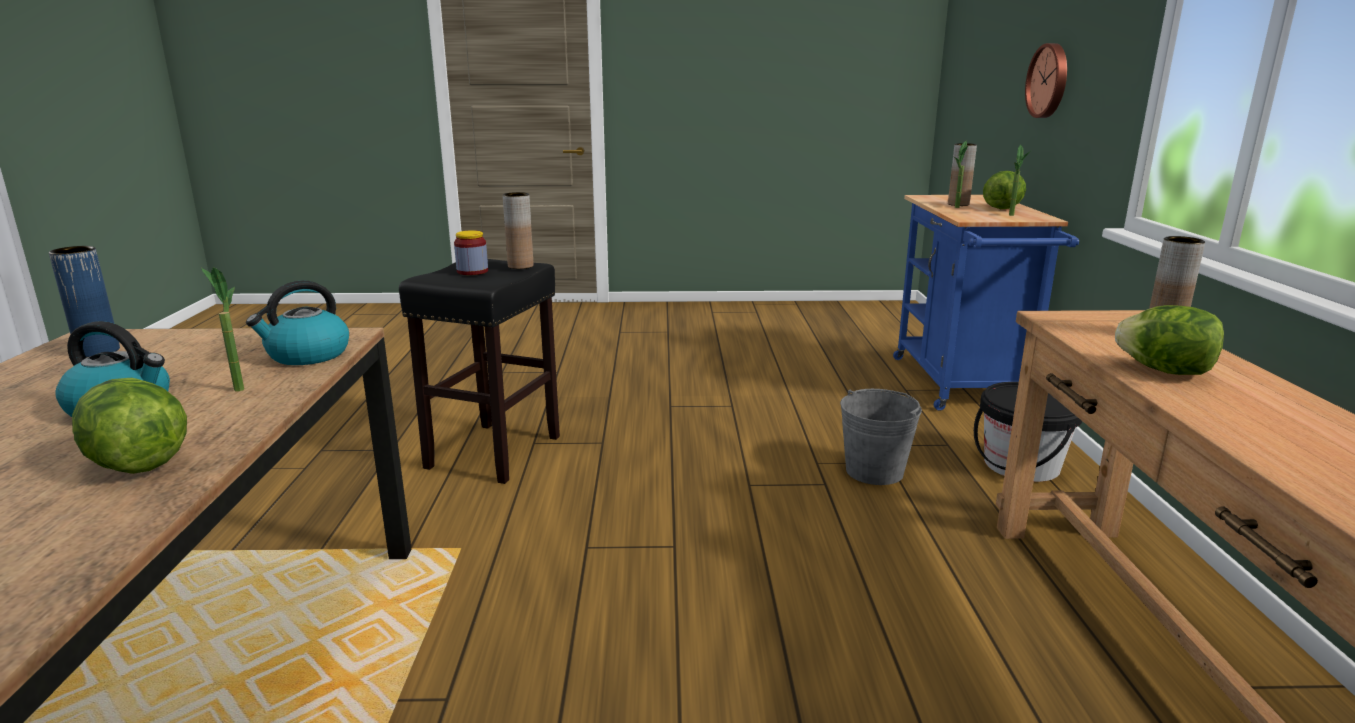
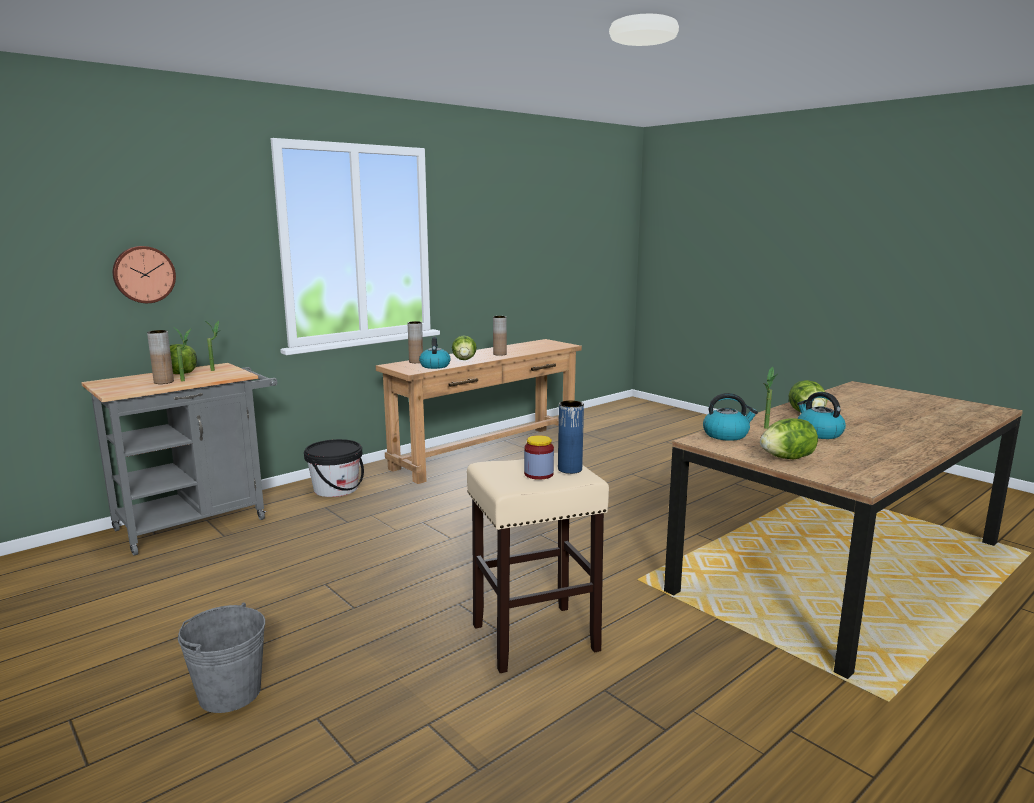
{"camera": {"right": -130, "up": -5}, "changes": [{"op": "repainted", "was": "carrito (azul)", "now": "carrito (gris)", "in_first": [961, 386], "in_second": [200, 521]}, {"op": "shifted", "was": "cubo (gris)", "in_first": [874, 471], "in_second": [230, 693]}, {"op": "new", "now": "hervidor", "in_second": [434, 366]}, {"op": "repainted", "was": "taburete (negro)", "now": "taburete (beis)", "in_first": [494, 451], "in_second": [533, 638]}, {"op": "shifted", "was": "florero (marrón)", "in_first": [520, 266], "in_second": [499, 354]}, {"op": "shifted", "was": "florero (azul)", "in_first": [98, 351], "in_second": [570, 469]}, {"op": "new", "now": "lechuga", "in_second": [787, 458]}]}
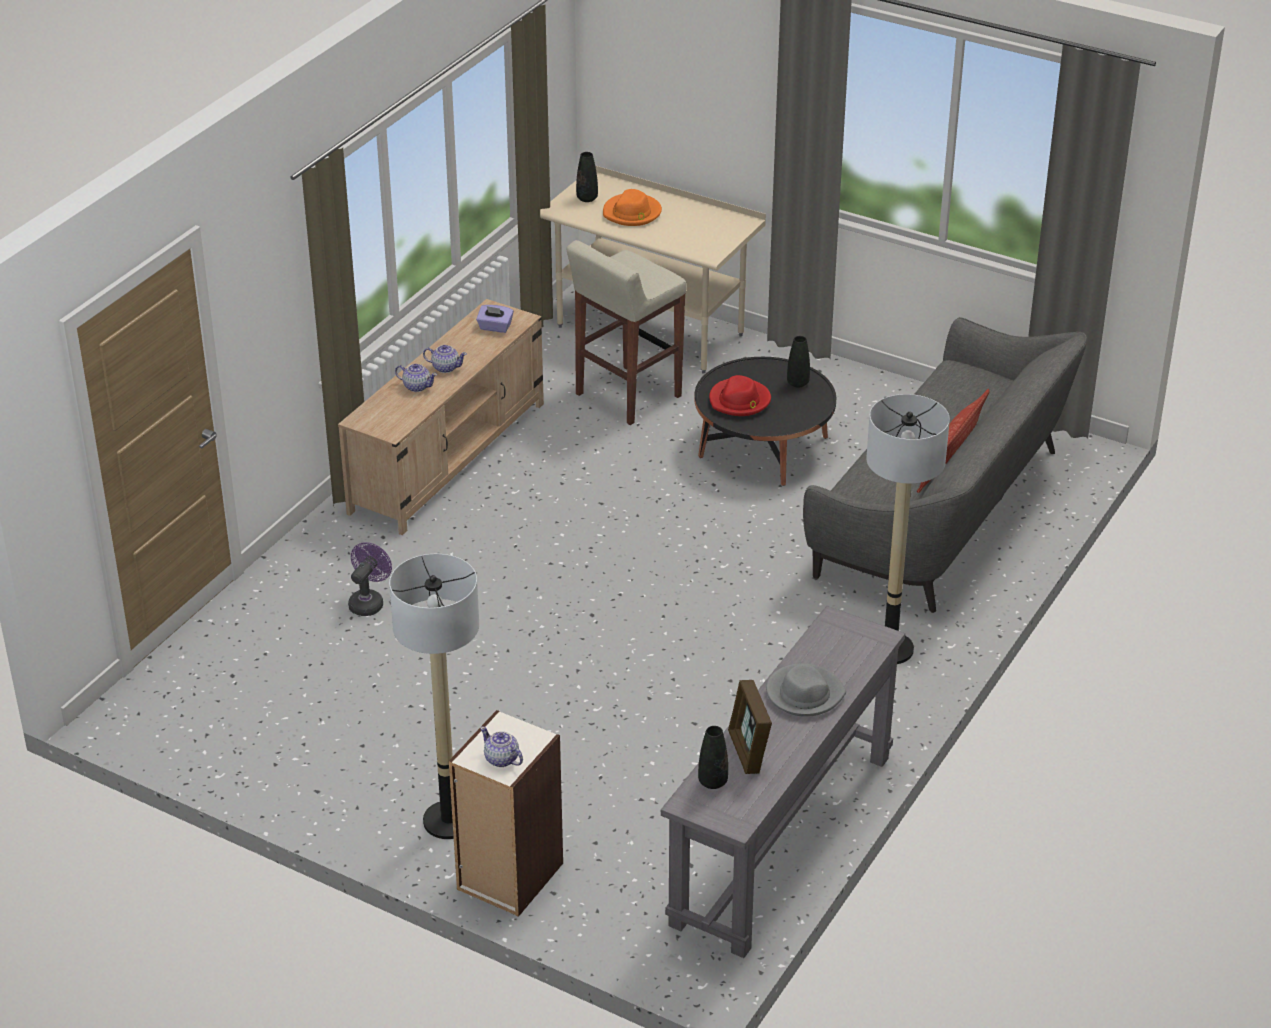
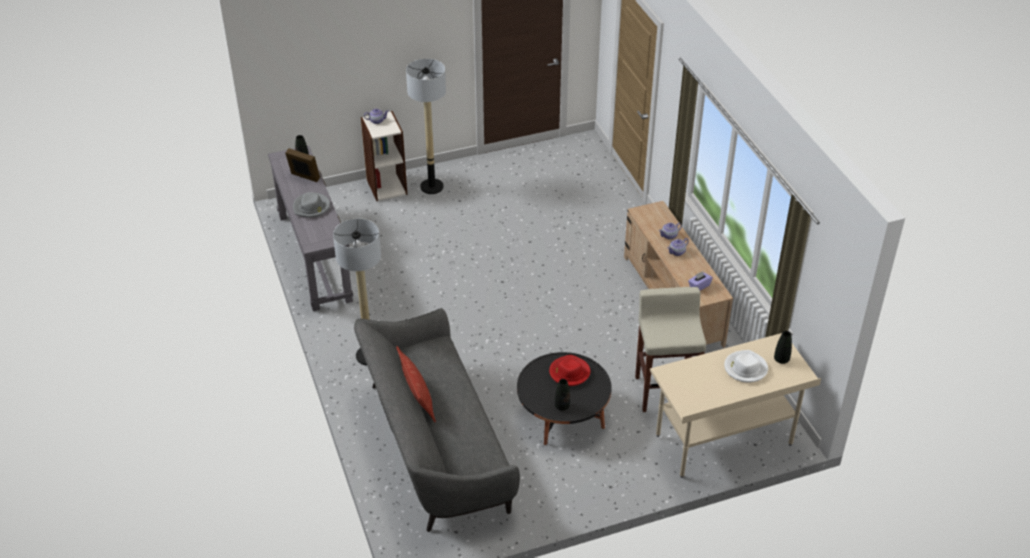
{"camera": {"right": 130, "up": 5}, "changes": [{"op": "repainted", "was": "sombrero (naranja)", "now": "sombrero (blanco)", "in_first": [632, 213], "in_second": [745, 368]}, {"op": "gone", "was": "ventilador (morado)", "in_first": [368, 602]}]}
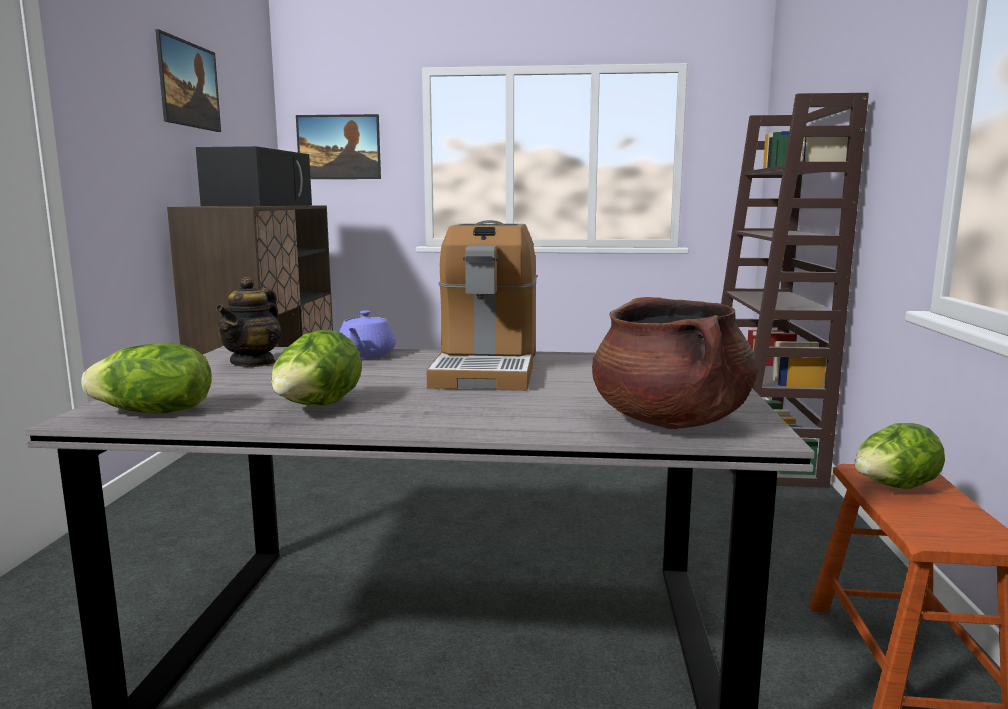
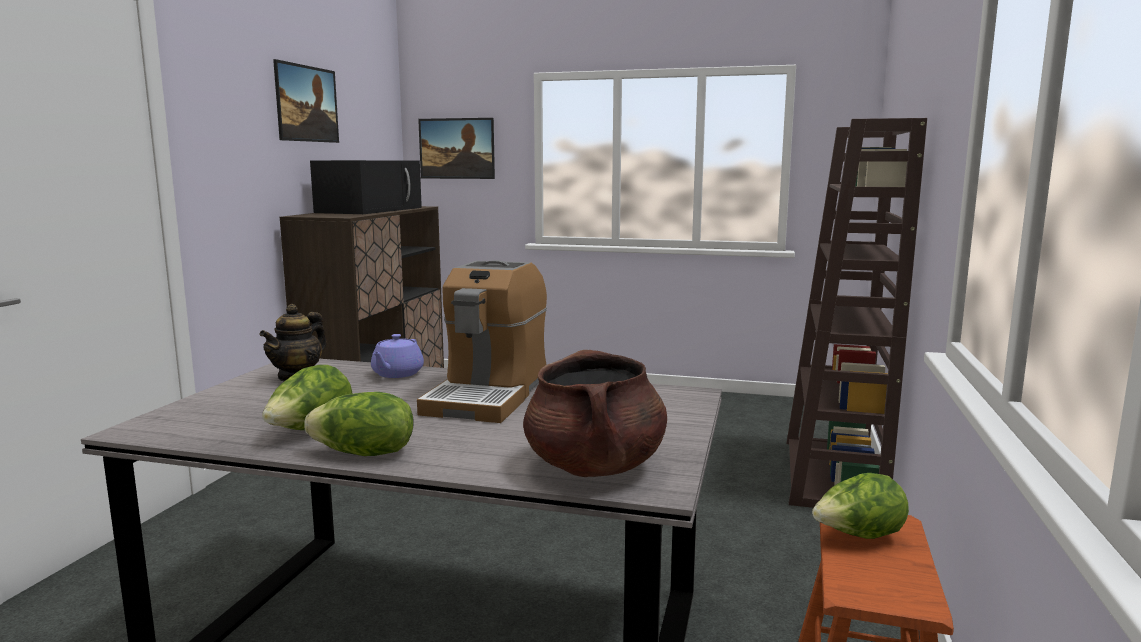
{"camera": {"right": 10, "up": 0}, "changes": [{"op": "shifted", "was": "lechuga", "in_first": [155, 412], "in_second": [364, 453]}]}
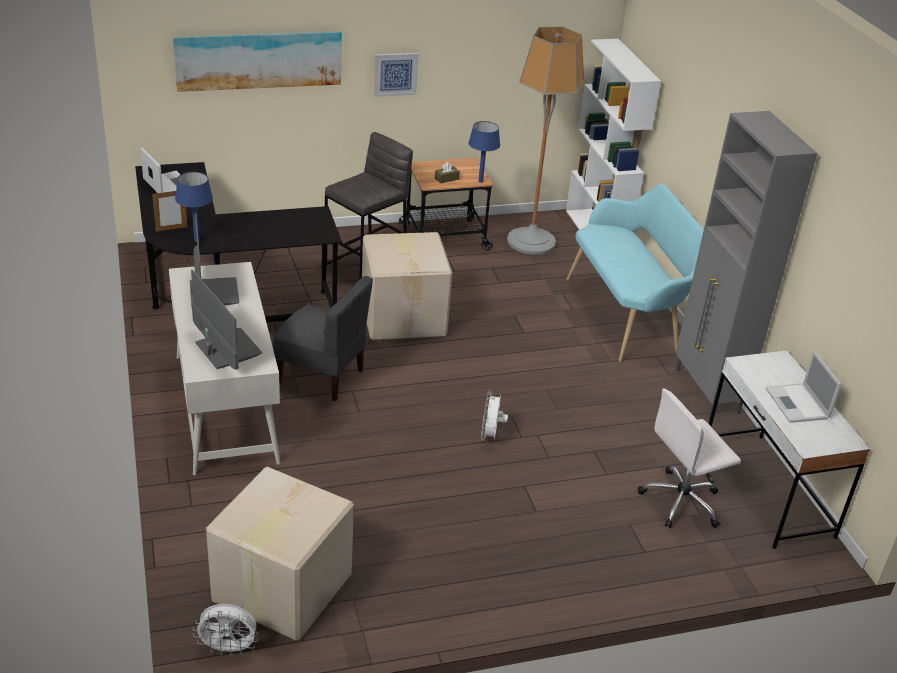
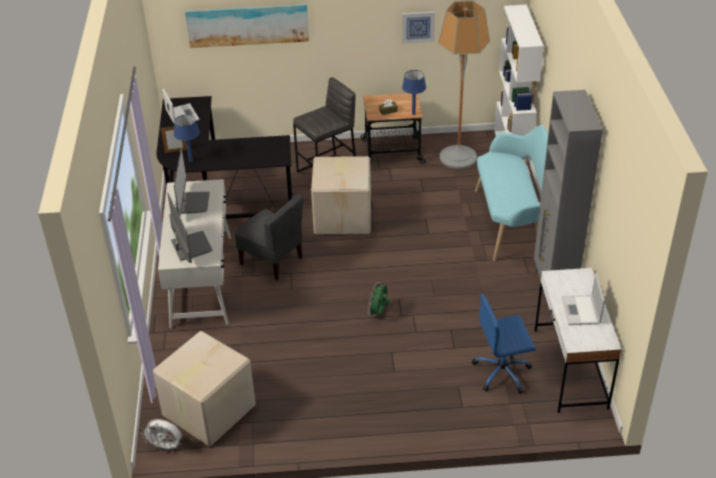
{"camera": {"right": 15, "up": 5}, "changes": [{"op": "repainted", "was": "ventilador (blanco)", "now": "ventilador (verde)", "in_first": [490, 436], "in_second": [379, 313]}, {"op": "shifted", "was": "cuadro", "in_first": [395, 74], "in_second": [418, 26]}, {"op": "repainted", "was": "silla de oficina (blanco)", "now": "silla de oficina (azul)", "in_first": [682, 501], "in_second": [503, 372]}]}
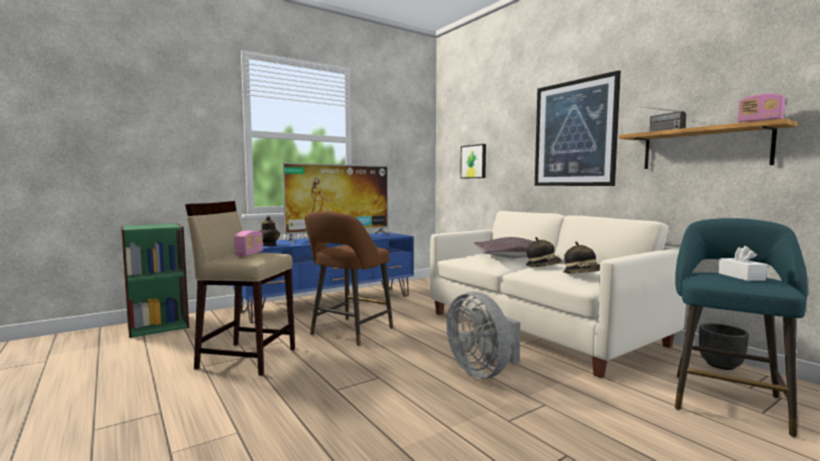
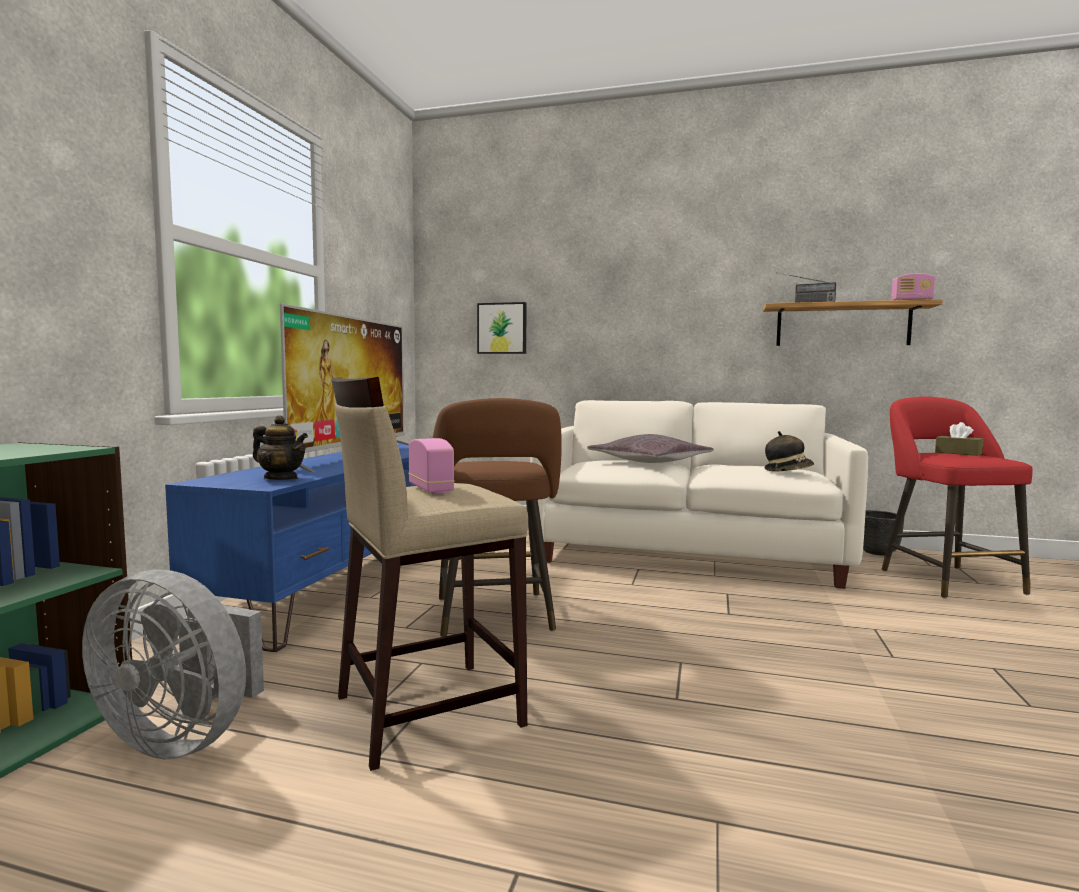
{"camera": {"right": -40, "up": 0}, "changes": [{"op": "shifted", "was": "ventilador (gris)", "in_first": [482, 371], "in_second": [183, 737]}, {"op": "repainted", "was": "taburete (turquesa)", "now": "taburete (rojo)", "in_first": [727, 400], "in_second": [945, 580]}, {"op": "repainted", "was": "caja de pañuelos (blanco)", "now": "caja de pañuelos (marrón)", "in_first": [741, 276], "in_second": [958, 453]}, {"op": "gone", "was": "sombrero", "in_first": [543, 266]}, {"op": "gone", "was": "cuadro", "in_first": [574, 133]}]}
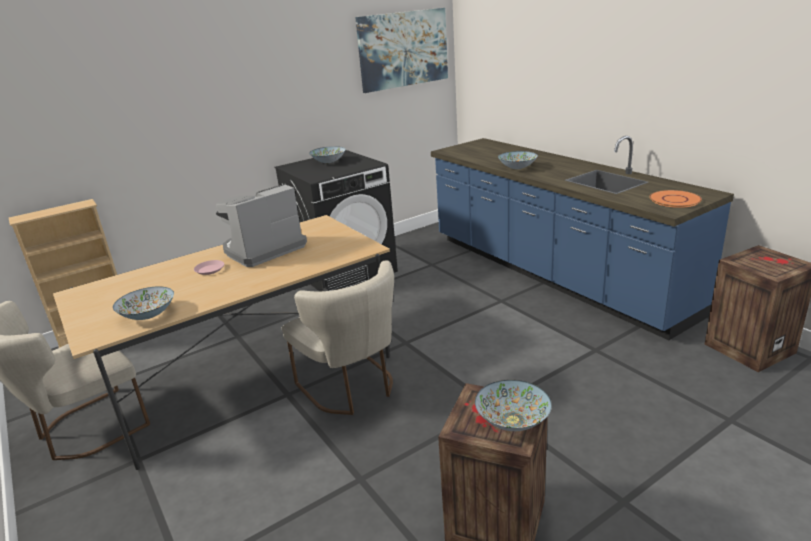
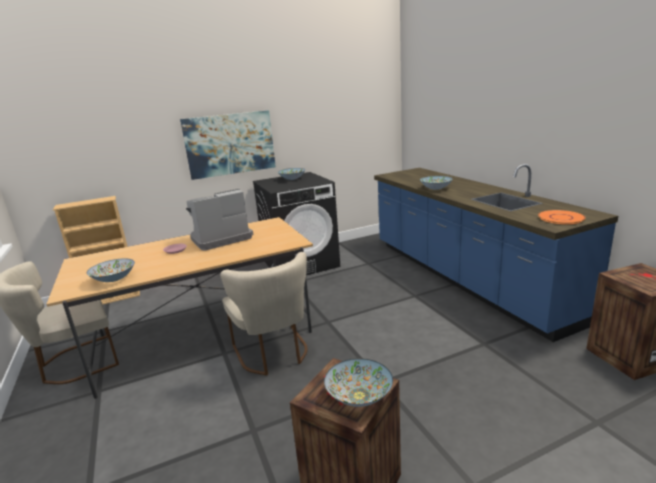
{"camera": {"right": 10, "up": -5}, "changes": [{"op": "shifted", "was": "cuadro", "in_first": [403, 49], "in_second": [230, 144]}]}
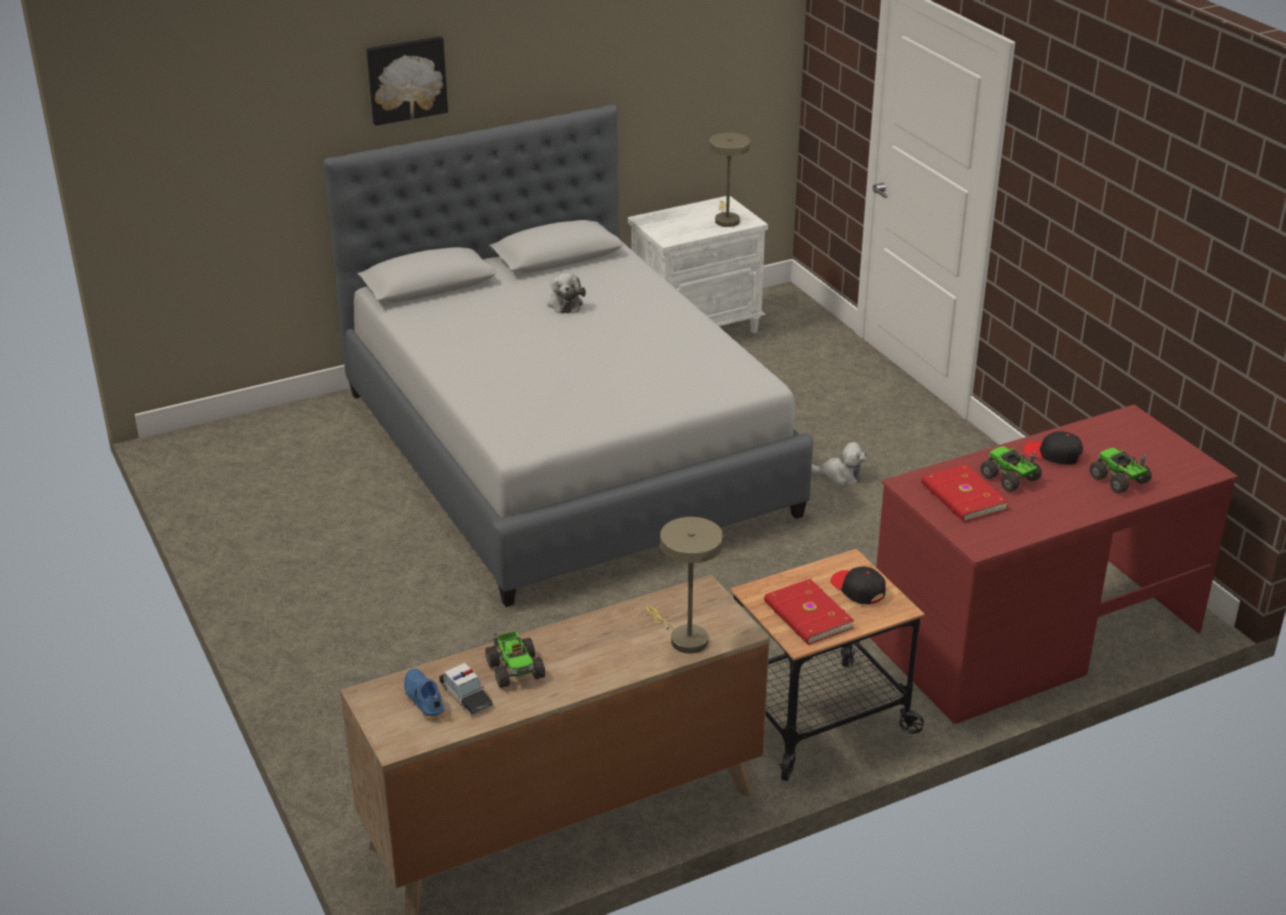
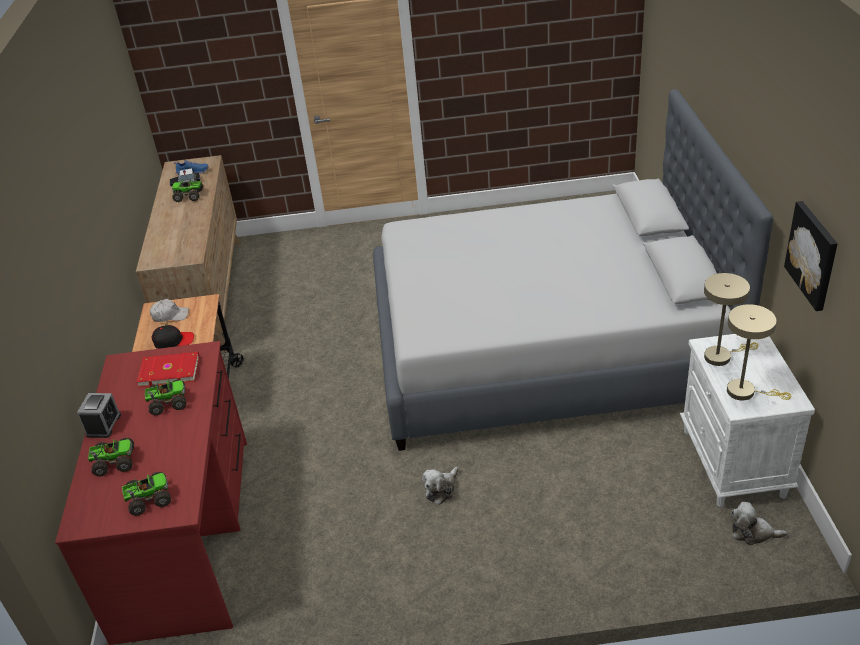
{"camera": {"right": 115, "up": 5}, "changes": [{"op": "new", "now": "despertador", "in_second": [103, 425]}, {"op": "new", "now": "camión de juguete", "in_second": [148, 499]}, {"op": "swapped", "was": "libro (rojo)", "now": "gorra (blanco)", "in_first": [807, 616], "in_second": [170, 315]}, {"op": "shifted", "was": "lámpara de mesa (beis)", "in_first": [684, 638], "in_second": [721, 356]}, {"op": "shifted", "was": "peluche", "in_first": [565, 303], "in_second": [753, 533]}, {"op": "shifted", "was": "cuadro", "in_first": [406, 79], "in_second": [813, 255]}, {"op": "gone", "was": "gorra (negro)", "in_first": [1053, 454]}]}
